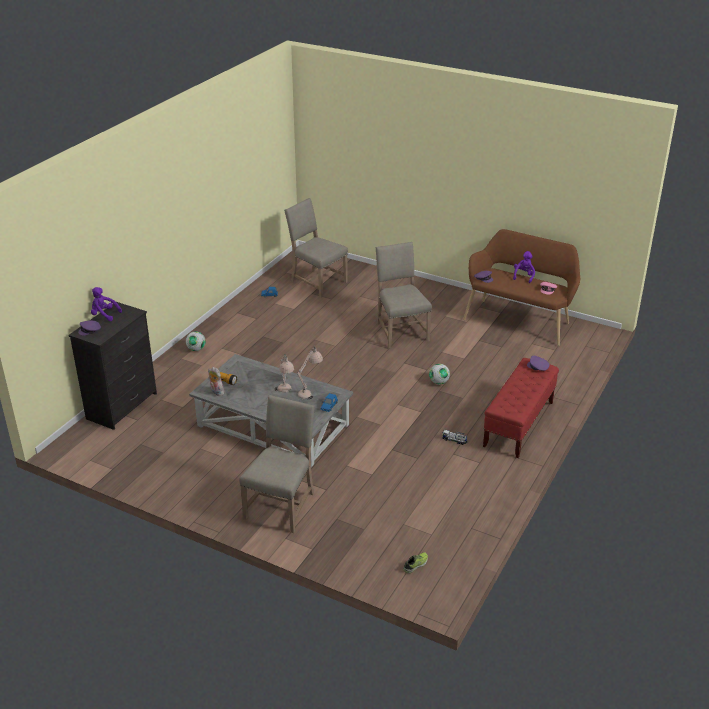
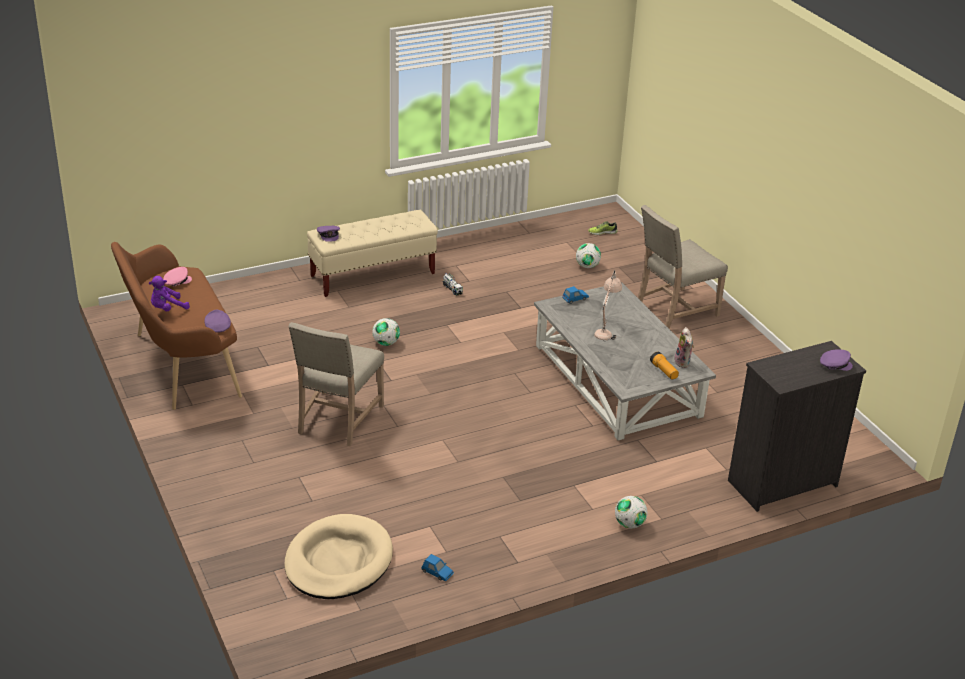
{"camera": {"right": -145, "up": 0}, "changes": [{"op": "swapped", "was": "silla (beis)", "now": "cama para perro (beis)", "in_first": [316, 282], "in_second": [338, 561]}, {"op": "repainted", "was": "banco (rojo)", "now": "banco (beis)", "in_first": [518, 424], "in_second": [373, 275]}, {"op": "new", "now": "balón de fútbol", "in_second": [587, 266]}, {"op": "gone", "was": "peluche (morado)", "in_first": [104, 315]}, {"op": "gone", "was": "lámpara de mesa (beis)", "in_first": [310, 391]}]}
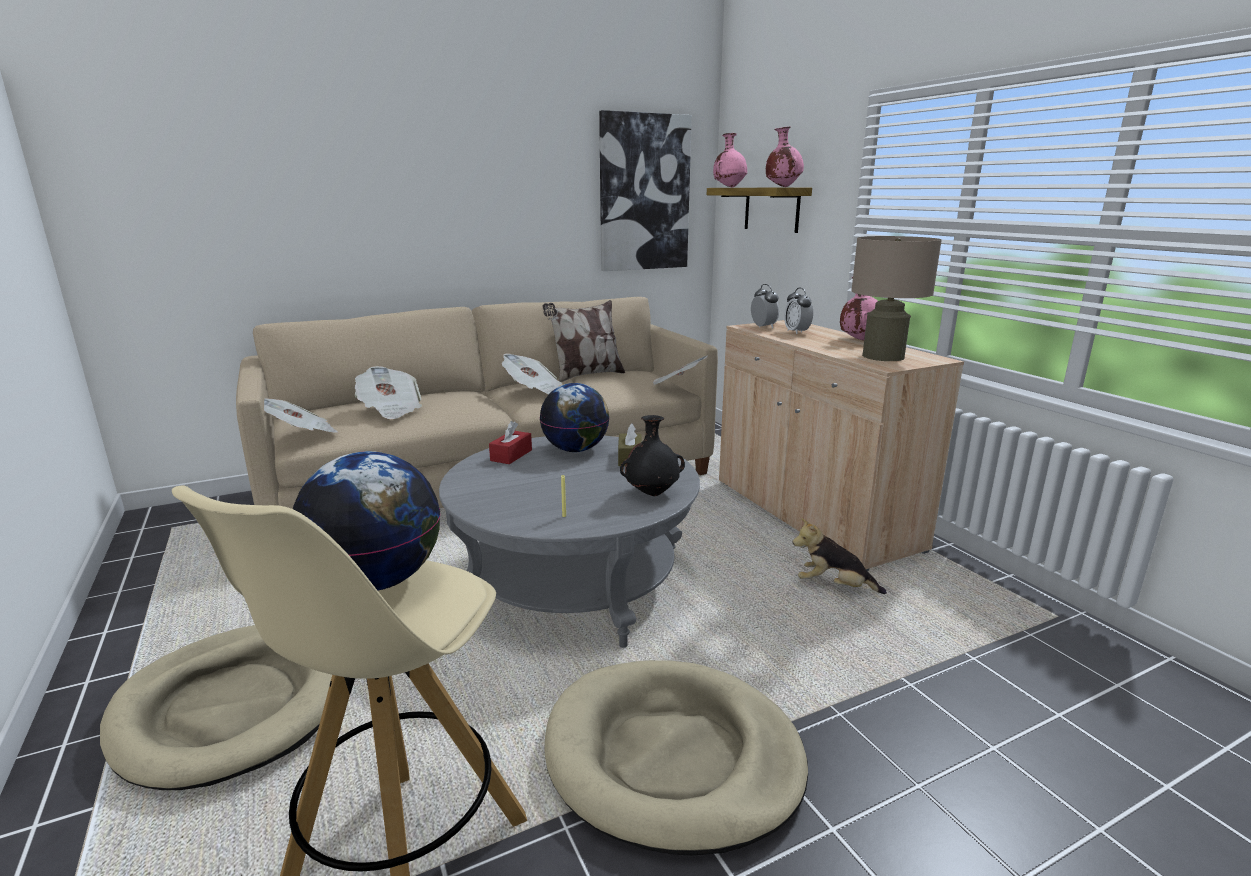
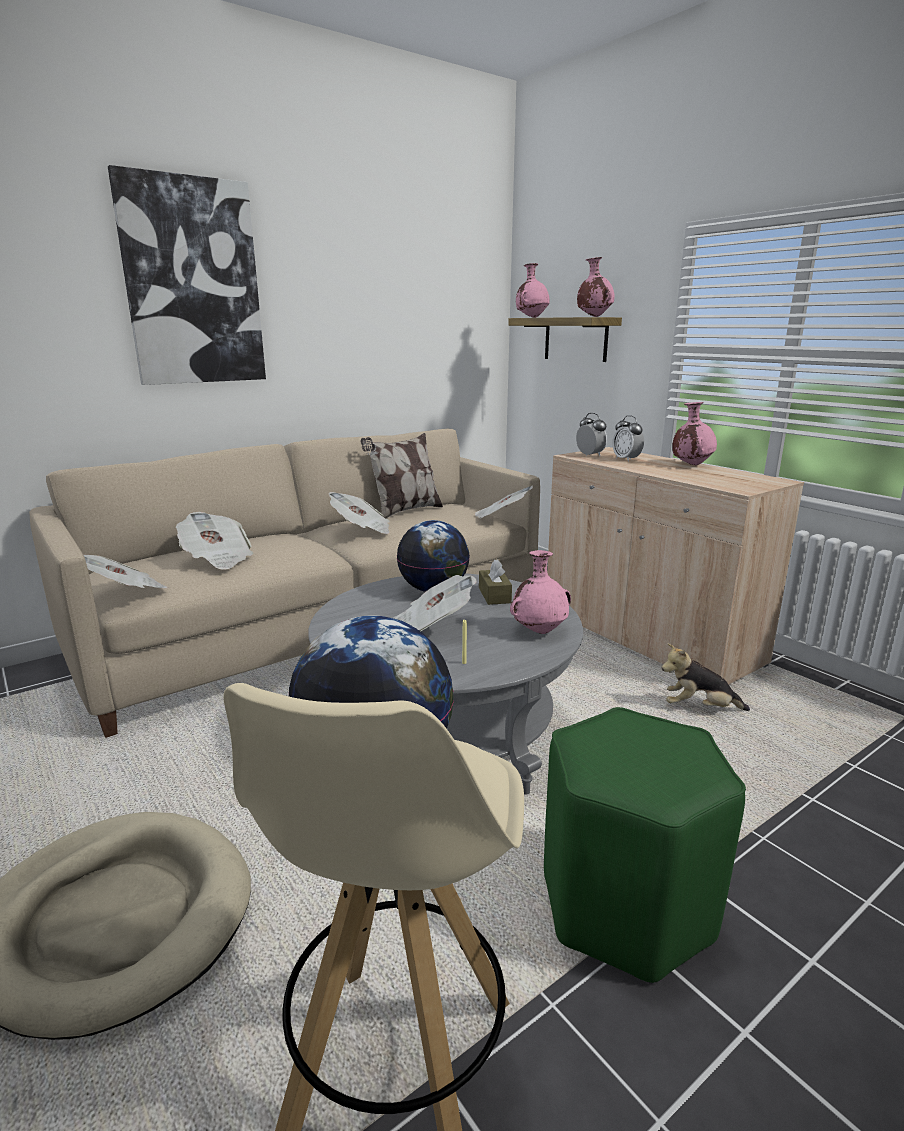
{"camera": {"right": -10, "up": 0}, "changes": [{"op": "shifted", "was": "cuadro", "in_first": [644, 193], "in_second": [193, 283]}, {"op": "new", "now": "periódico", "in_second": [431, 626]}, {"op": "repainted", "was": "florero (negro)", "now": "florero (rosa)", "in_first": [652, 493], "in_second": [540, 631]}, {"op": "swapped", "was": "cama para perro (beis)", "now": "taburete (verde)", "in_first": [672, 757], "in_second": [627, 908]}, {"op": "gone", "was": "caja de pañuelos (rojo)", "in_first": [511, 455]}, {"op": "gone", "was": "lámpara de mesa (beis)", "in_first": [883, 356]}]}
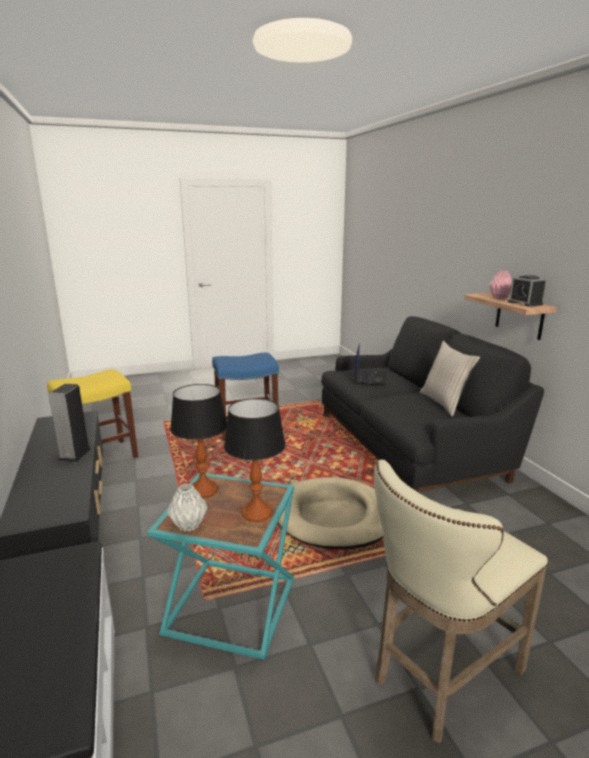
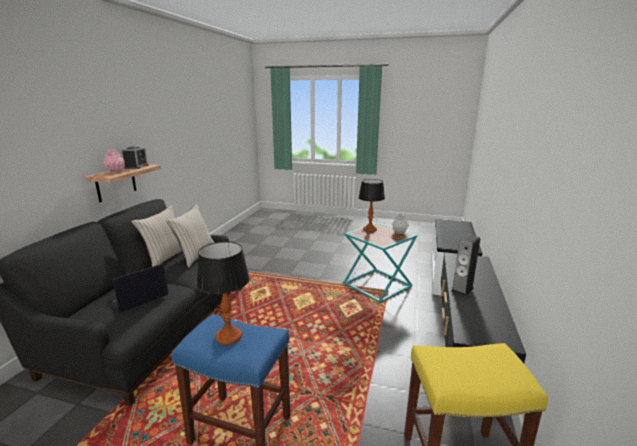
{"camera": {"right": -145, "up": 0}, "changes": [{"op": "new", "now": "cojín (beis)", "in_second": [195, 255]}, {"op": "shifted", "was": "lámpara de mesa", "in_first": [203, 490], "in_second": [229, 336]}, {"op": "gone", "was": "cama para perro (beis)", "in_first": [334, 517]}, {"op": "gone", "was": "taburete (beis)", "in_first": [440, 676]}]}
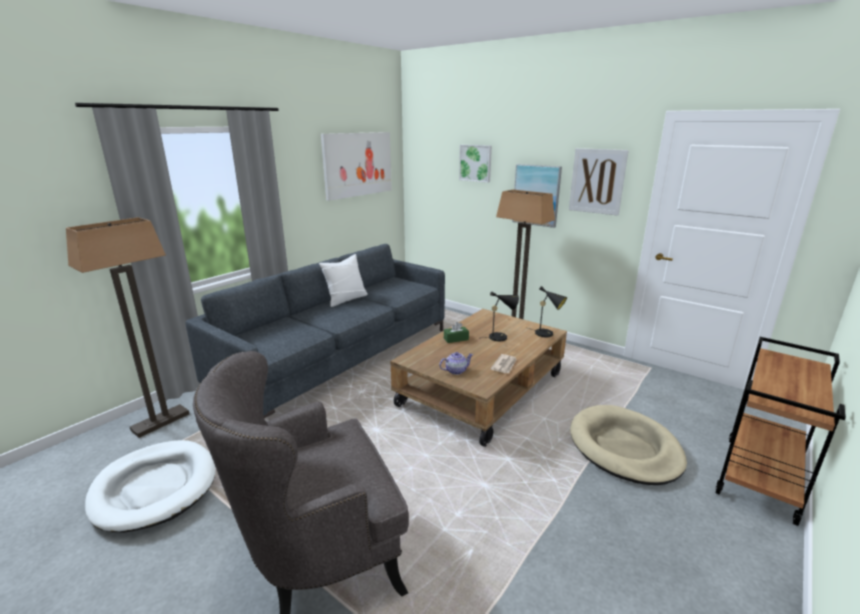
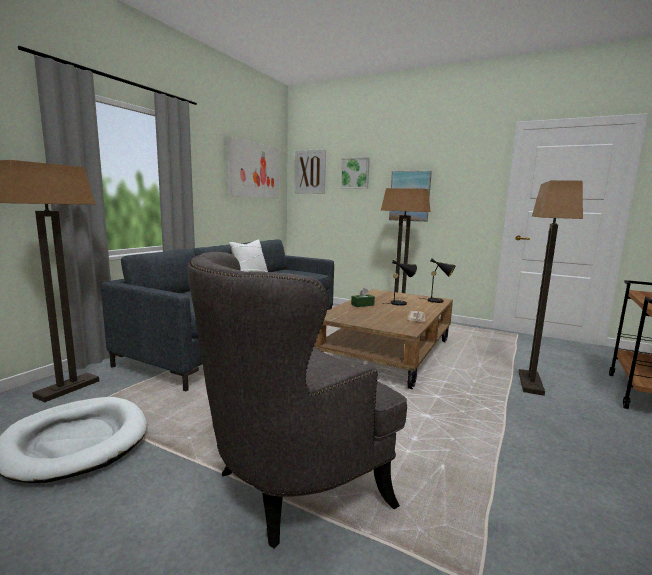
{"camera": {"right": -10, "up": -10}, "changes": [{"op": "shifted", "was": "cuadro", "in_first": [597, 181], "in_second": [310, 172]}, {"op": "swapped", "was": "cama para perro (beis)", "now": "lámpara de pie", "in_first": [624, 447], "in_second": [531, 383]}, {"op": "gone", "was": "tetera", "in_first": [455, 371]}]}
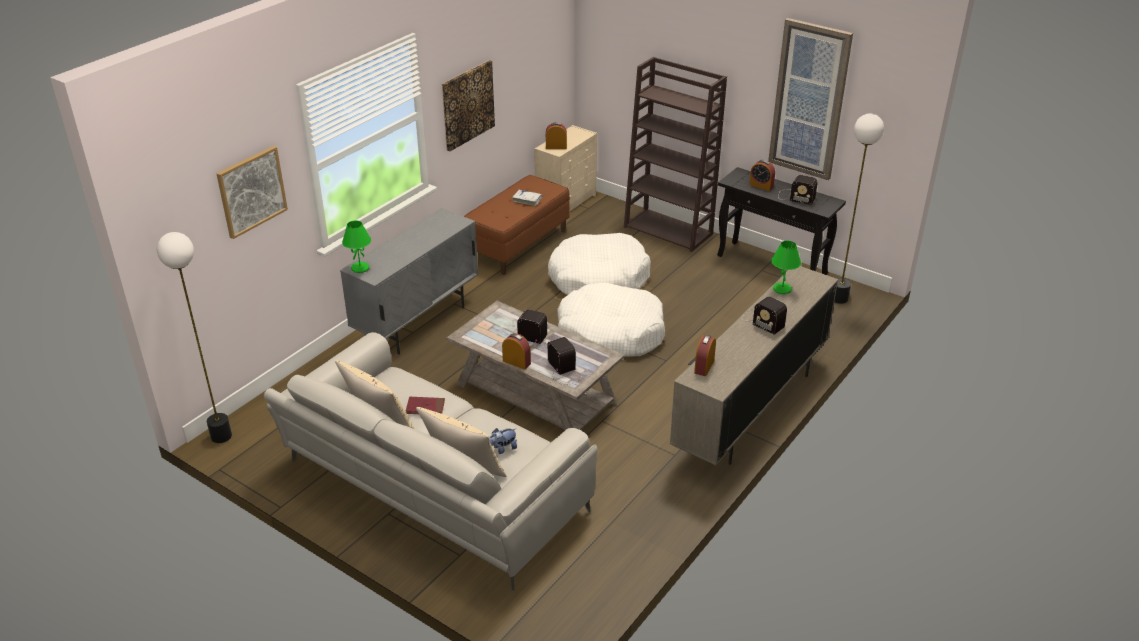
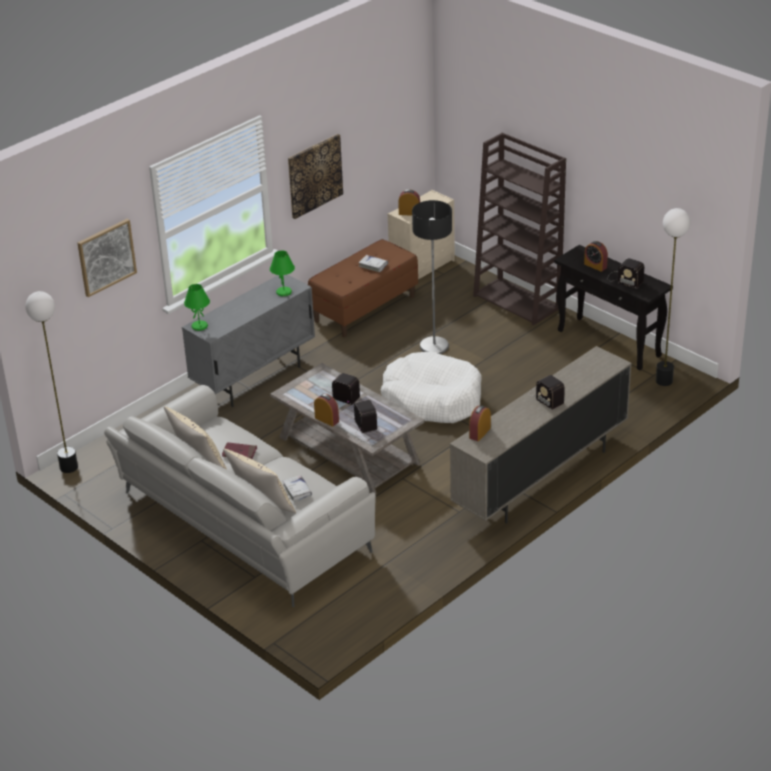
{"camera": {"right": 10, "up": 0}, "changes": [{"op": "shifted", "was": "lámpara de mesa (verde)", "in_first": [782, 289], "in_second": [284, 292]}, {"op": "swapped", "was": "peluche", "now": "libro (blanco)", "in_first": [502, 449], "in_second": [297, 491]}, {"op": "swapped", "was": "cama para perro (blanco)", "now": "lámpara de pie", "in_first": [598, 278], "in_second": [434, 346]}, {"op": "gone", "was": "cuadro", "in_first": [809, 100]}]}
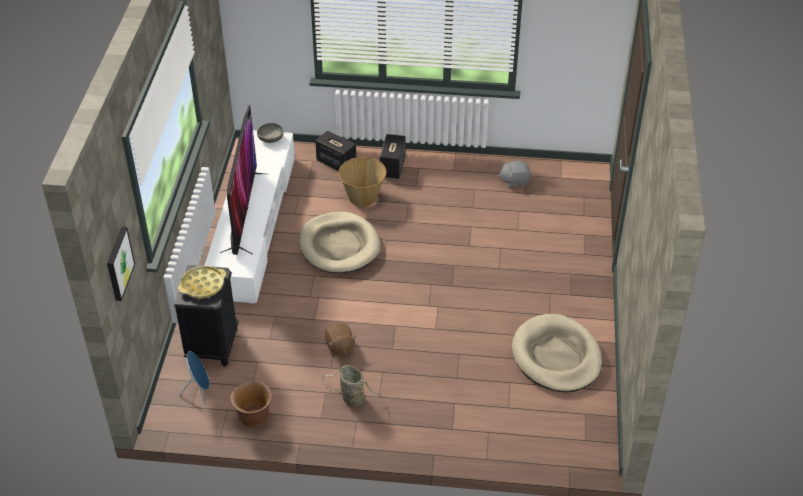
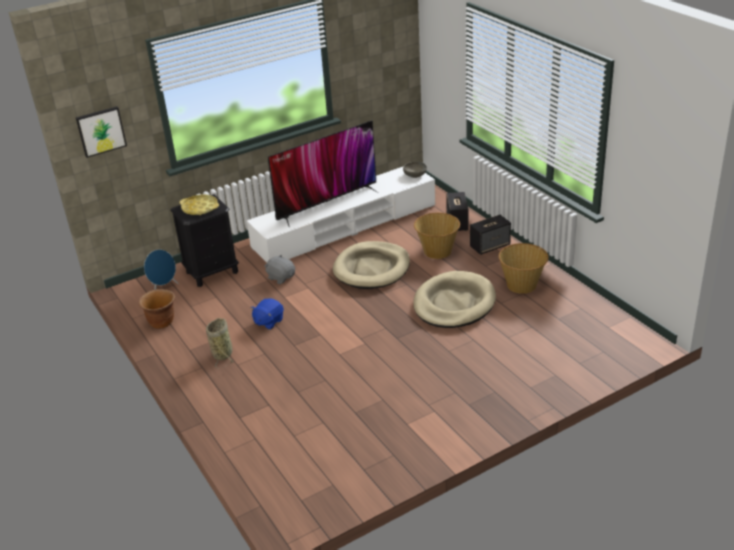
{"camera": {"right": 55, "up": -10}, "changes": [{"op": "repainted", "was": "peluche (marrón)", "now": "peluche (azul)", "in_first": [339, 347], "in_second": [268, 322]}, {"op": "shifted", "was": "peluche (gris)", "in_first": [514, 181], "in_second": [281, 277]}, {"op": "shifted", "was": "cama para perro (beis)", "in_first": [556, 357], "in_second": [454, 303]}, {"op": "new", "now": "cesta", "in_second": [522, 285]}]}
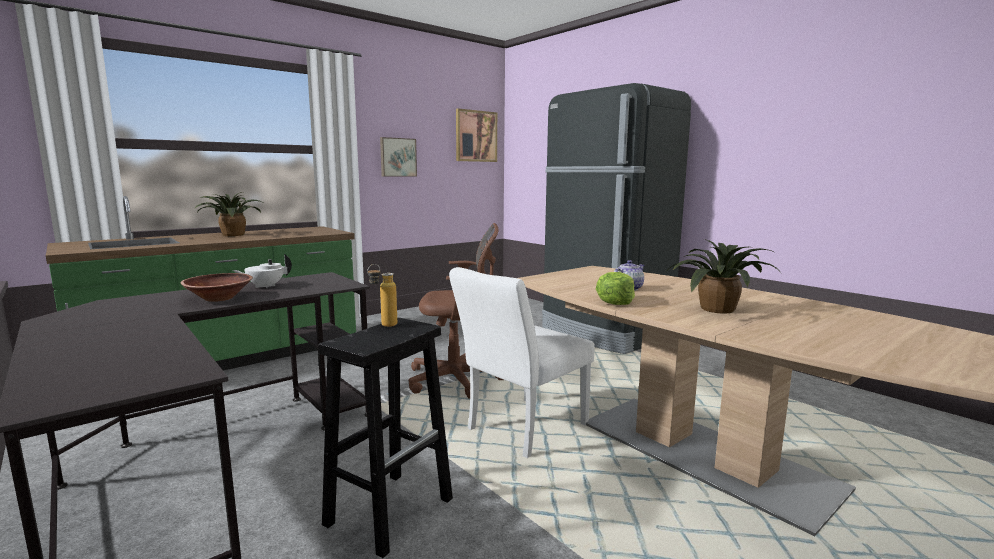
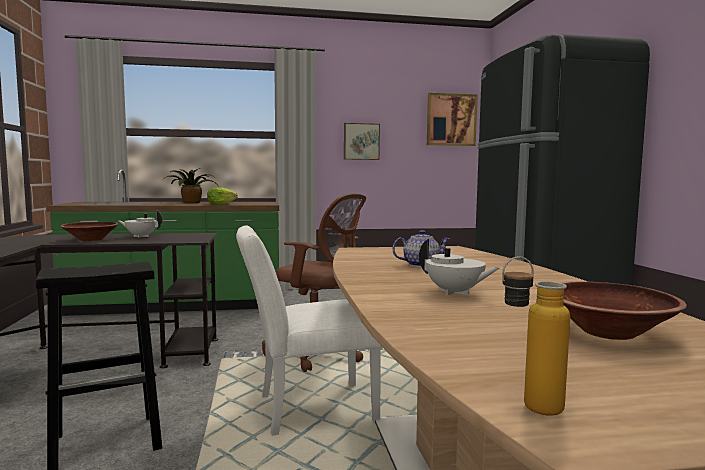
{"camera": {"right": 30, "up": -5}, "changes": [{"op": "shifted", "was": "lechuga", "in_first": [616, 302], "in_second": [221, 204]}, {"op": "swapped", "was": "planta en maceta", "now": "tetera (blanco)", "in_first": [717, 310], "in_second": [455, 293]}, {"op": "shifted", "was": "botella", "in_first": [383, 326], "in_second": [528, 409]}, {"op": "new", "now": "cuenco (marrón)", "in_second": [608, 332]}]}
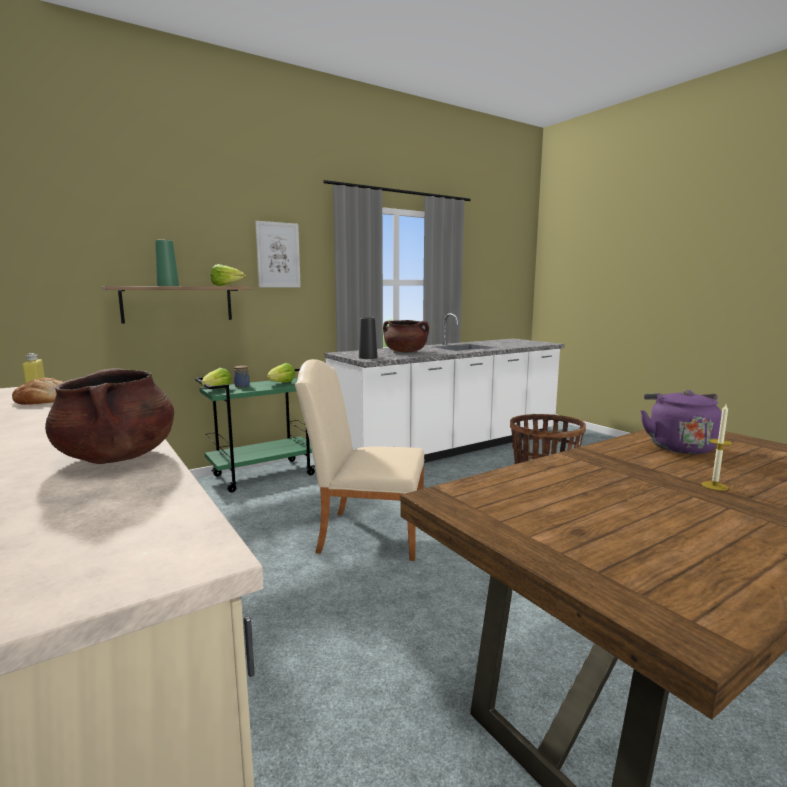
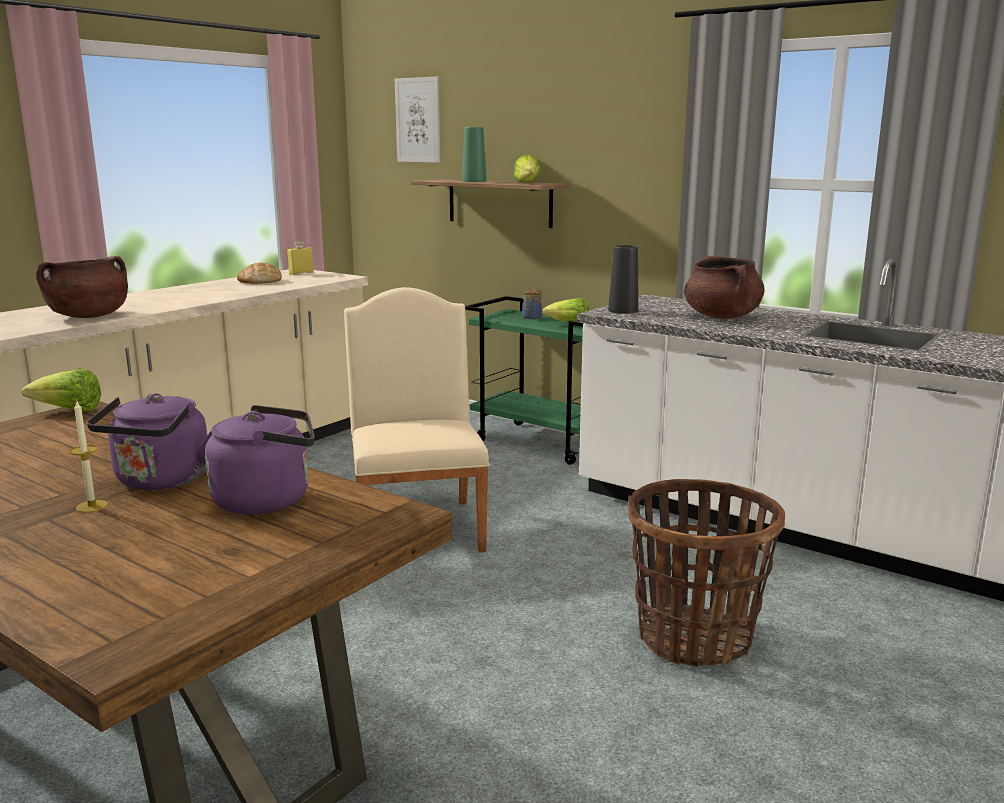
{"camera": {"right": 70, "up": 5}, "changes": [{"op": "shifted", "was": "lechuga", "in_first": [217, 389], "in_second": [69, 411]}, {"op": "new", "now": "hervidor (morado)", "in_second": [161, 481]}, {"op": "shifted", "was": "cuadro", "in_first": [278, 255], "in_second": [418, 120]}]}
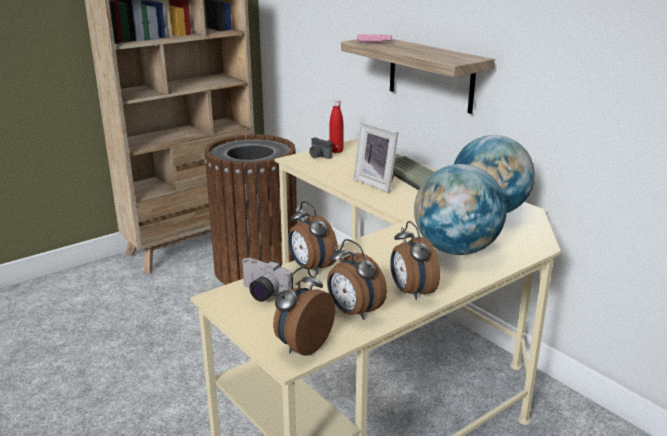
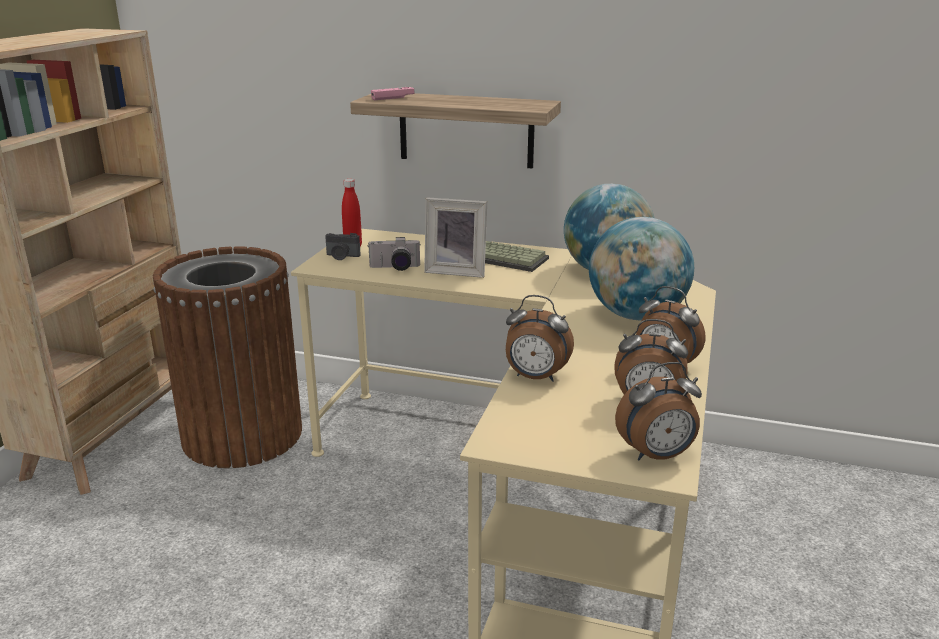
{"camera": {"right": -35, "up": 0}, "changes": [{"op": "shifted", "was": "cámara", "in_first": [262, 294], "in_second": [395, 268]}, {"op": "rotated", "was": "despertador", "in_first": [302, 345], "in_second": [657, 456], "clockwise": -105}]}
